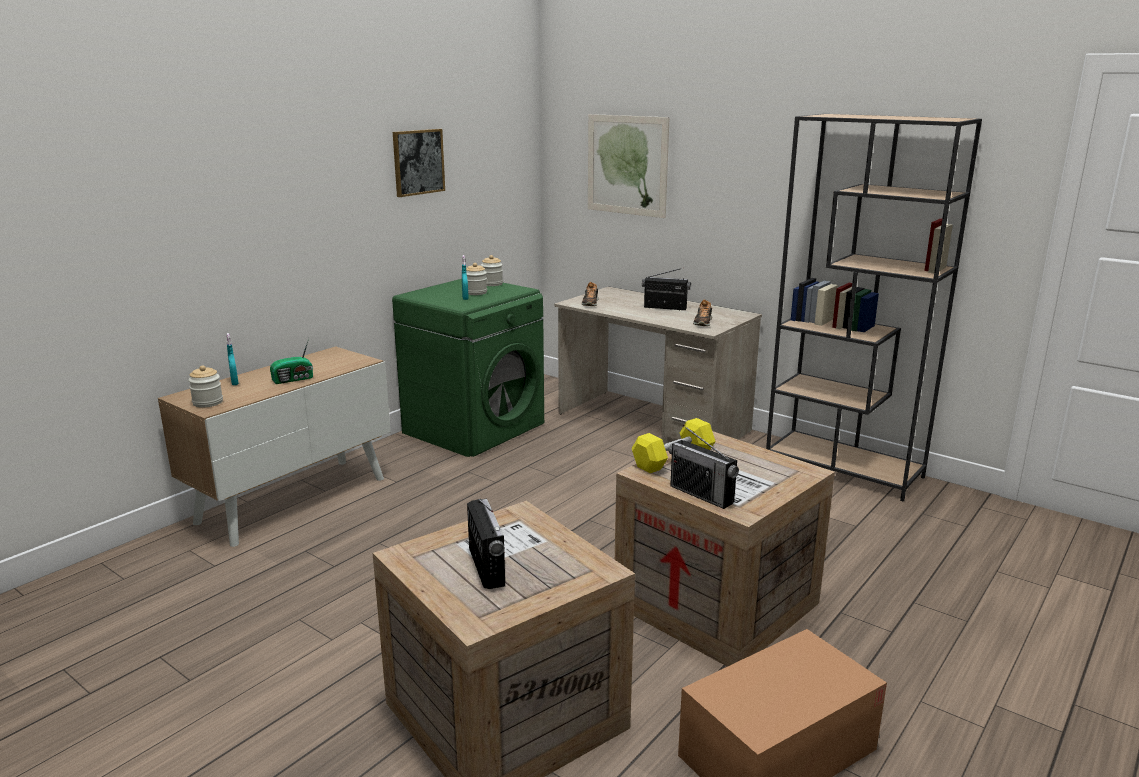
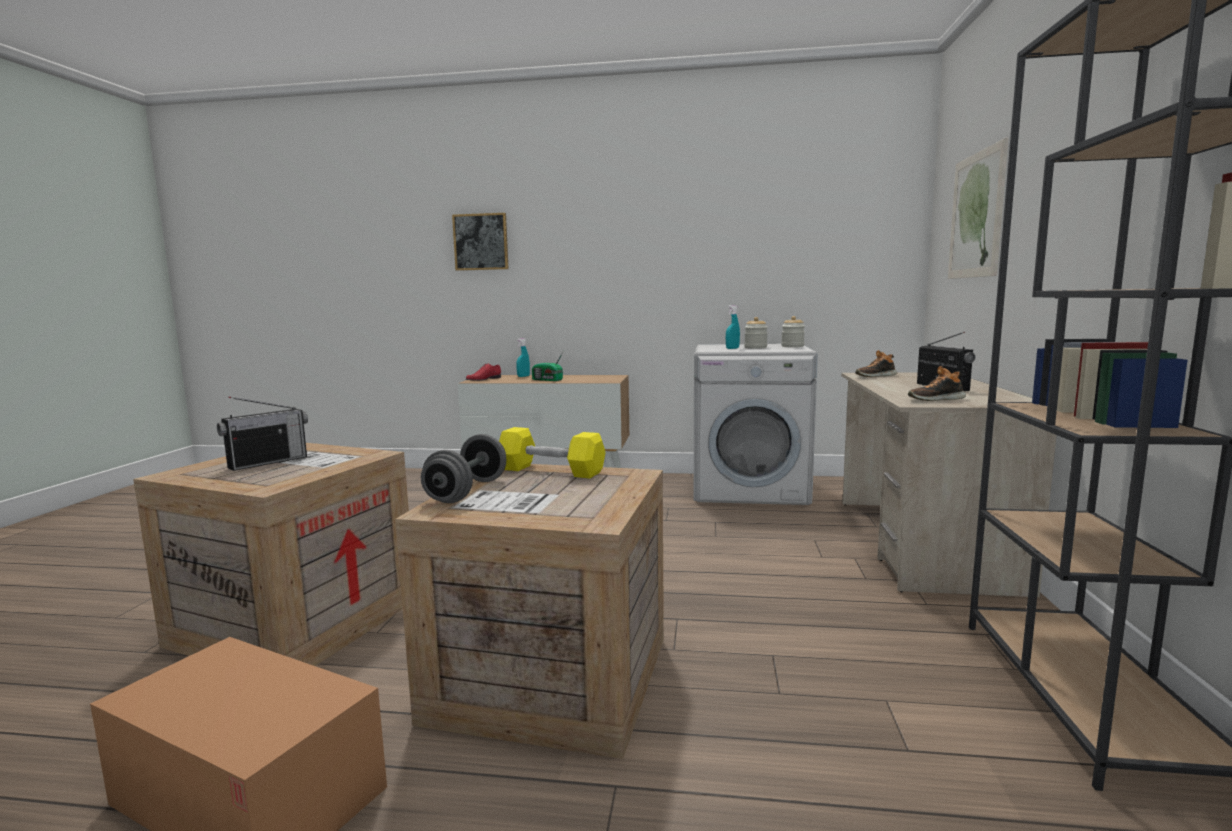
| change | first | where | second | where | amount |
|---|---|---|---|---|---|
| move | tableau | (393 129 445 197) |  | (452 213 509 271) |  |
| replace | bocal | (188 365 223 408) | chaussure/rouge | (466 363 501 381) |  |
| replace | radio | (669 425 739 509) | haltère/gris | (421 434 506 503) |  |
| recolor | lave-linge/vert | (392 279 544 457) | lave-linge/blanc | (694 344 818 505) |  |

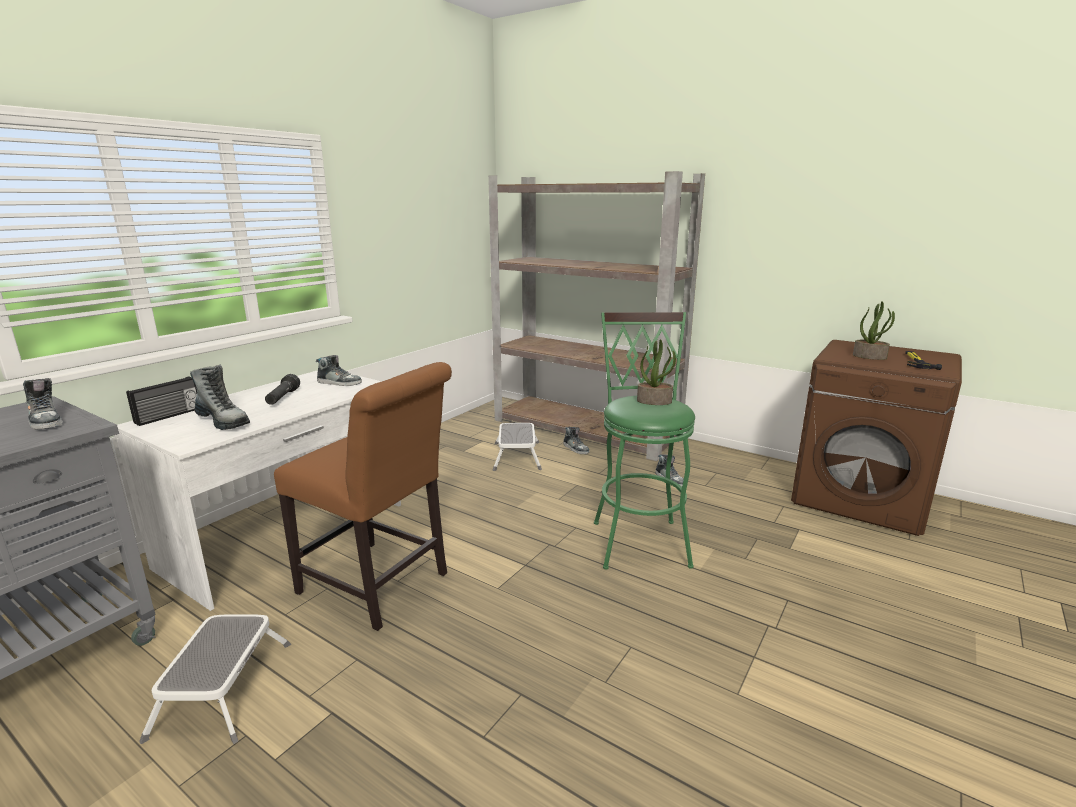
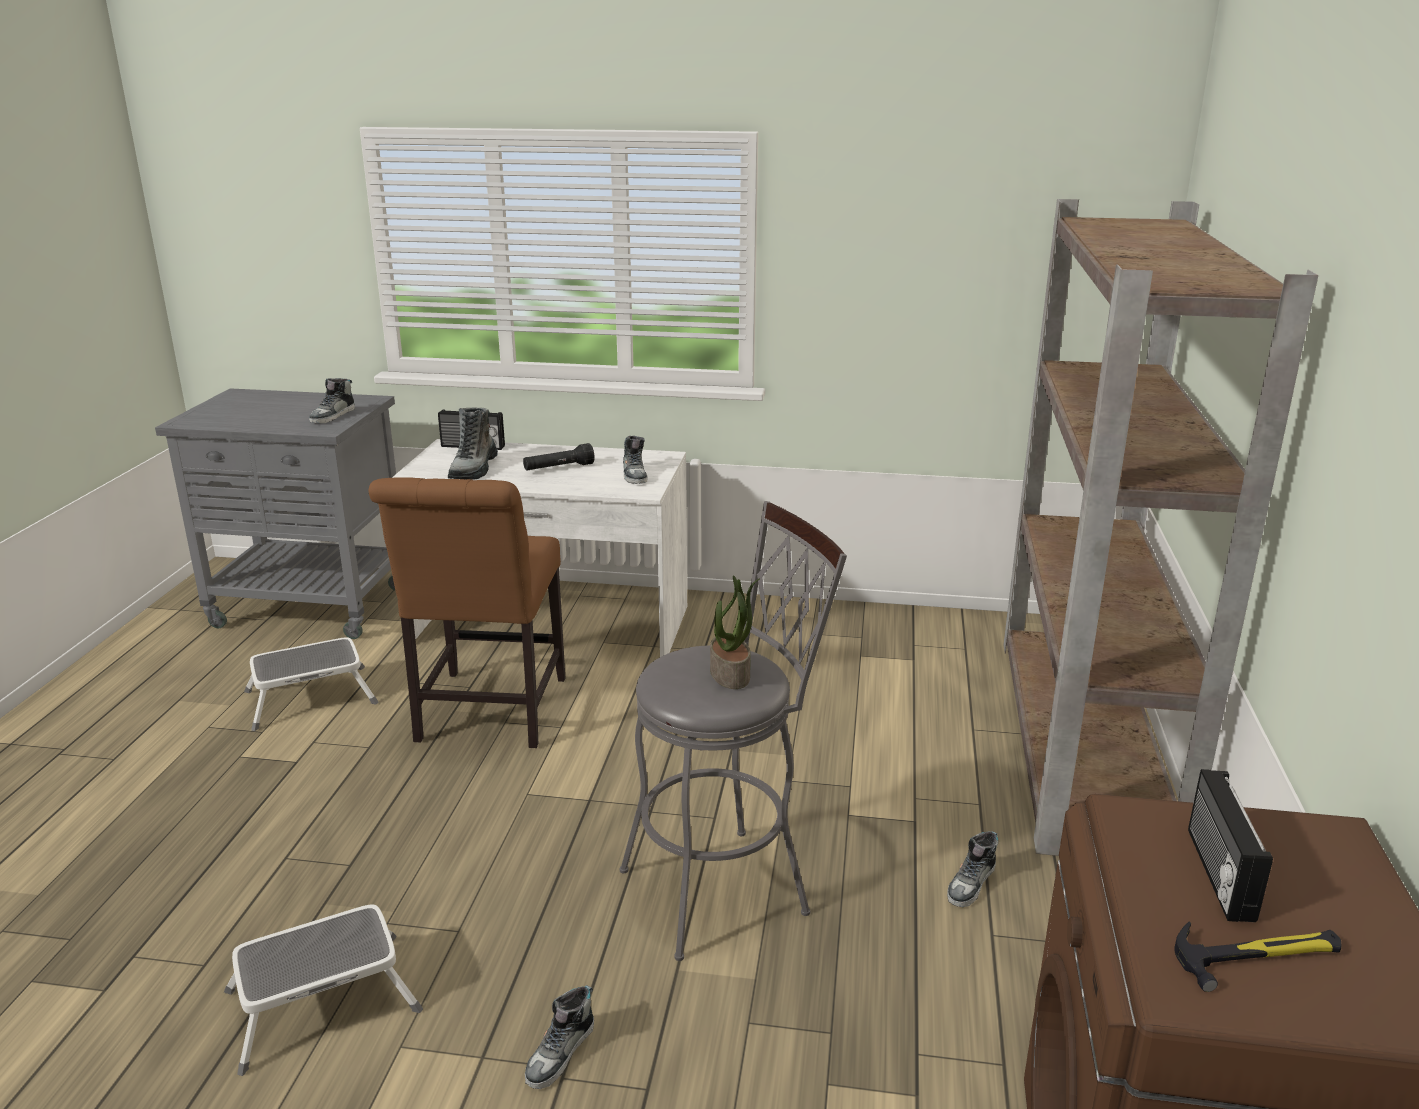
| change | first | where | second | where | amount |
|---|---|---|---|---|---|
| move | escabeau/gris | (493 423 542 471) |  | (224 904 423 1076) |  |
| move | chaussure | (563 427 590 454) |  | (525 985 594 1089) |  |
| replace | plante en pot | (853 301 895 360) | radio | (1188 769 1273 922) |  |
| recolor | tabouret/vert | (594 312 695 569) | tabouret/gris | (620 501 847 961) |  |

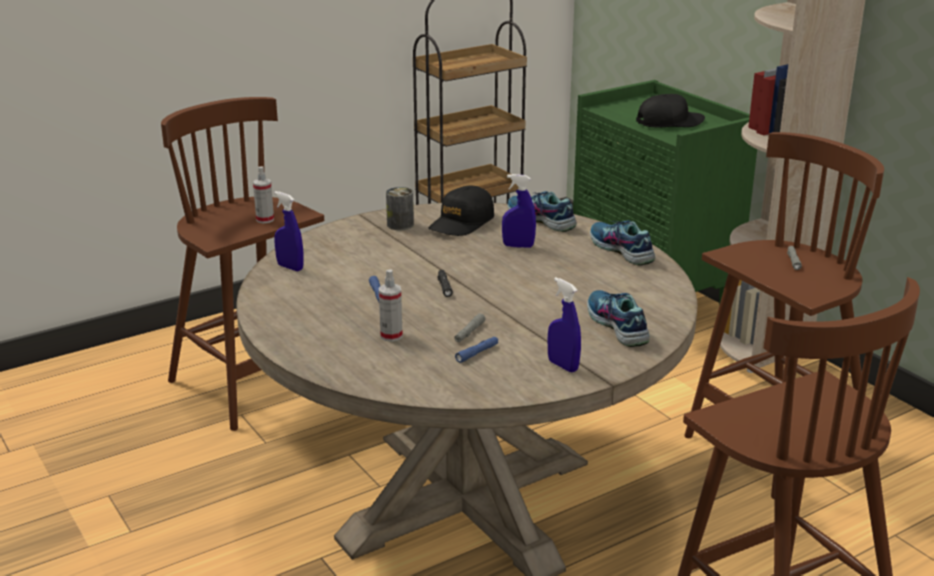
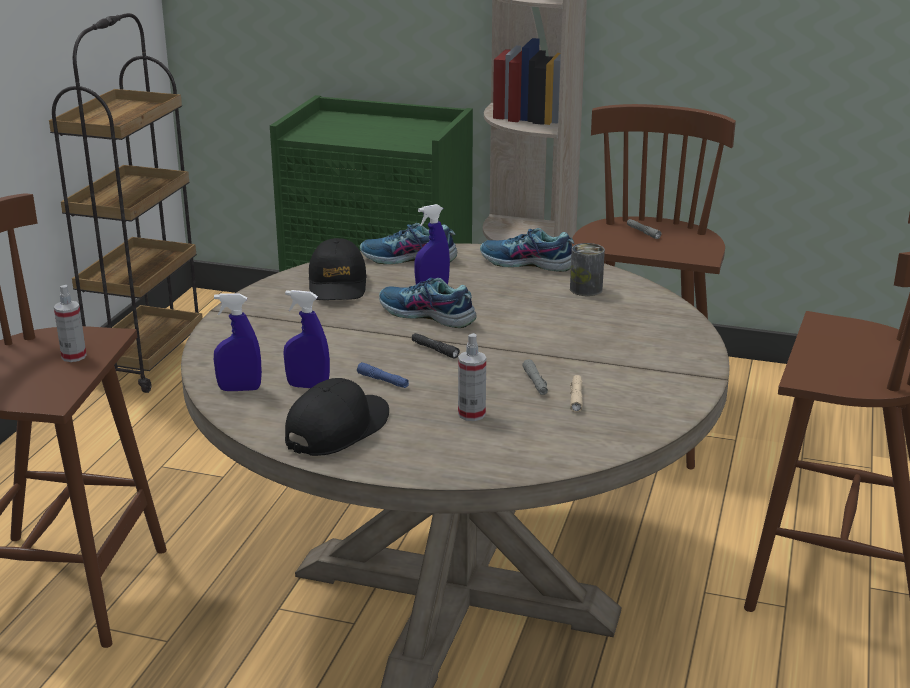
| change | first | where | second | where | amount |
|---|---|---|---|---|---|
| move | boîte métallique | (386 187 414 230) |  | (570 243 605 296) |  |
| move | vaporisateur/bleu | (548 277 581 373) |  | (284 290 330 388) |  |
| move | chaussure | (587 290 650 347) |  | (379 278 477 328) |  |
| move | casquette/noir | (636 94 705 128) |  | (285 378 389 456) |  |
| recolor | lampe de poche/bleu | (455 337 498 363) | lampe de poche/beige | (570 375 583 413) |  |

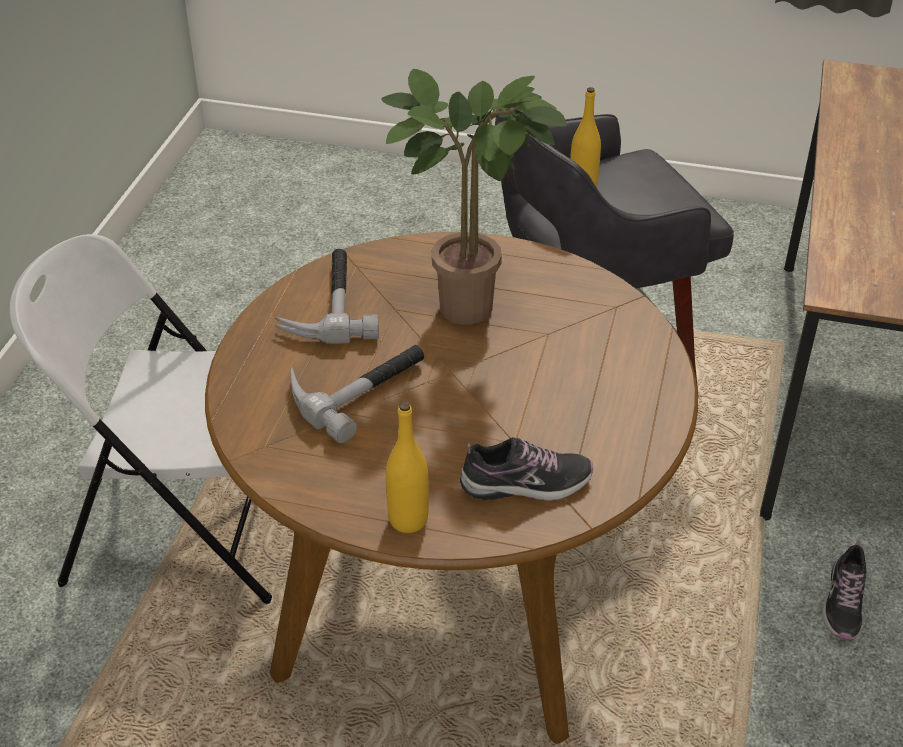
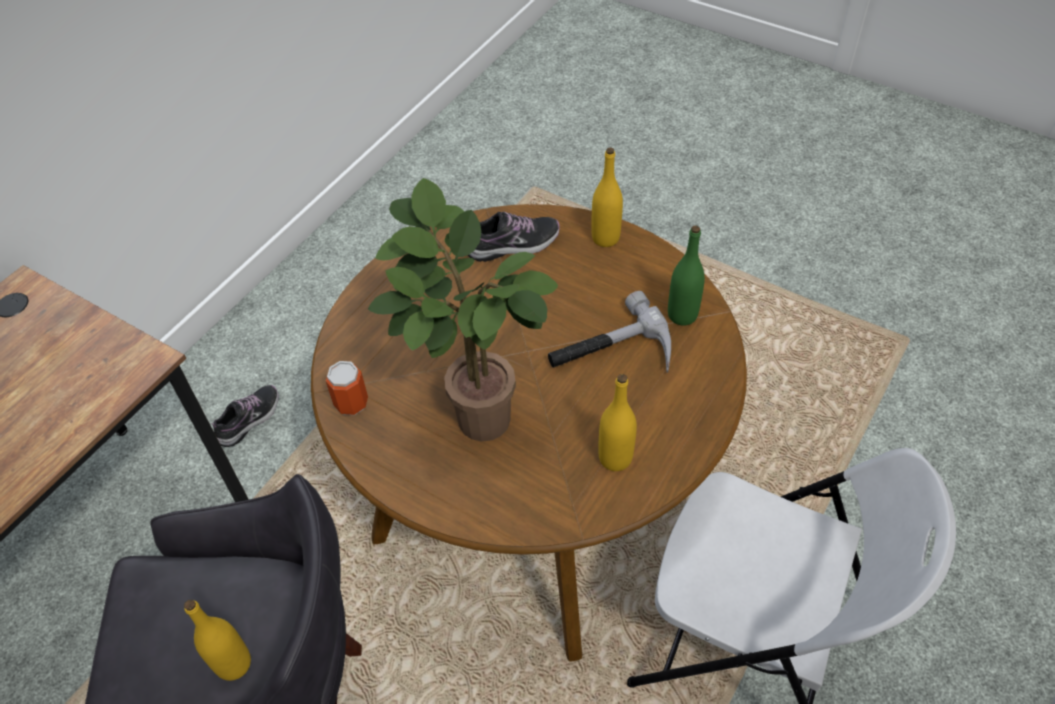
| change | first | where | second | where | amount |
|---|---|---|---|---|---|
| insert |  |  | boîte métallique | (326 361 368 415) |  |
| insert |  |  | bouteille/vert | (668 226 705 326) |  |
| replace | marteau | (275 249 379 344) | bouteille/jaune | (598 374 637 471) |  |
| rotate | chaussure | (460 437 593 501) |  | (468 212 560 262) | 150 degrees clockwise |

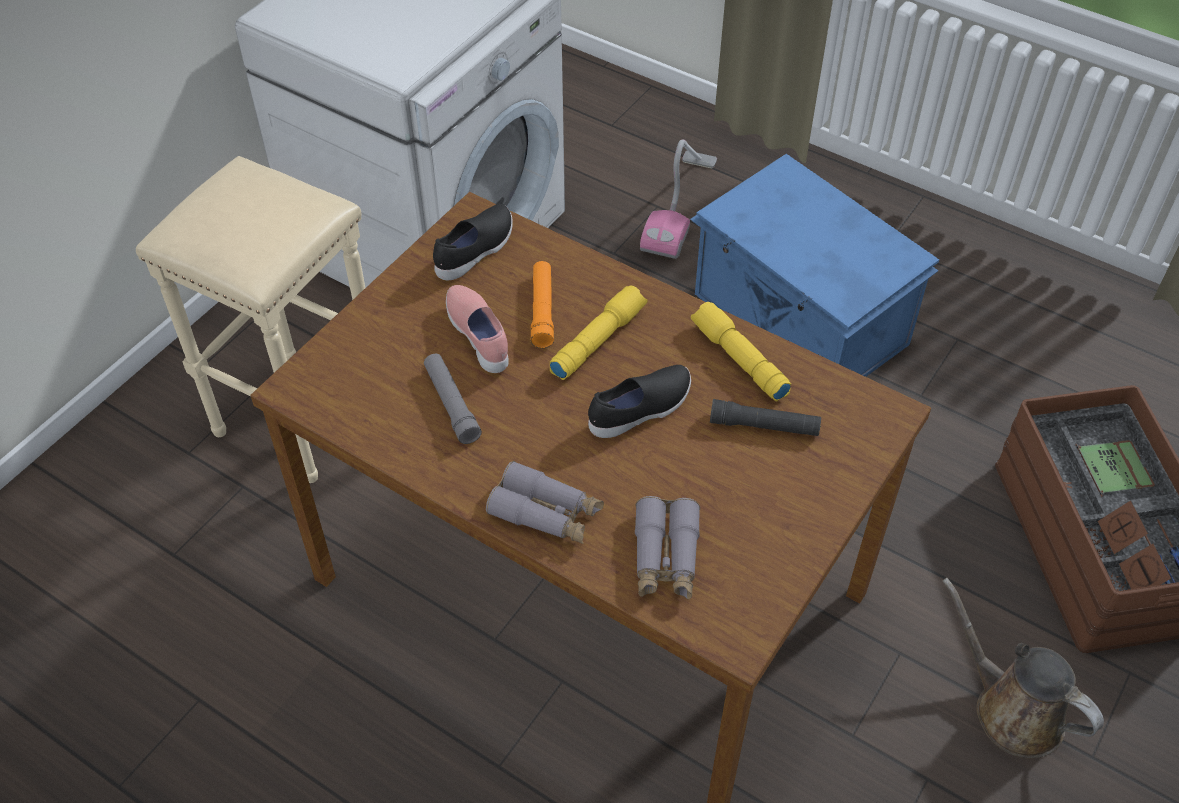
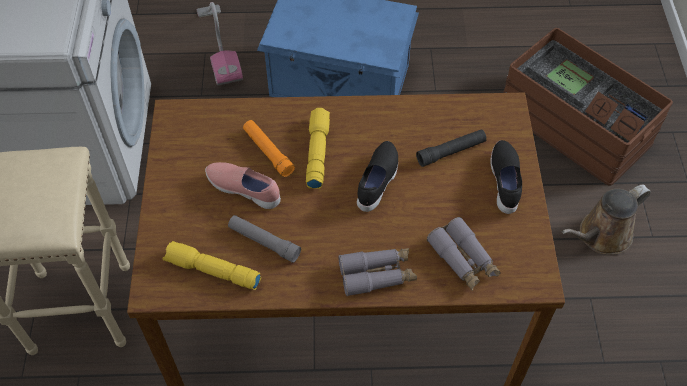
| change | first | where | second | where | amount |
|---|---|---|---|---|---|
| move | chaussure/noir | (433 204 513 280) |  | (491 140 522 214) |  |
| move | lampe de poche/jaune | (691 302 791 401) |  | (162 241 261 290) |  |
| rotate | arrosoir/marron | (942 577 1104 758) |  | (561 184 651 254) | 45 degrees counterclockwise |

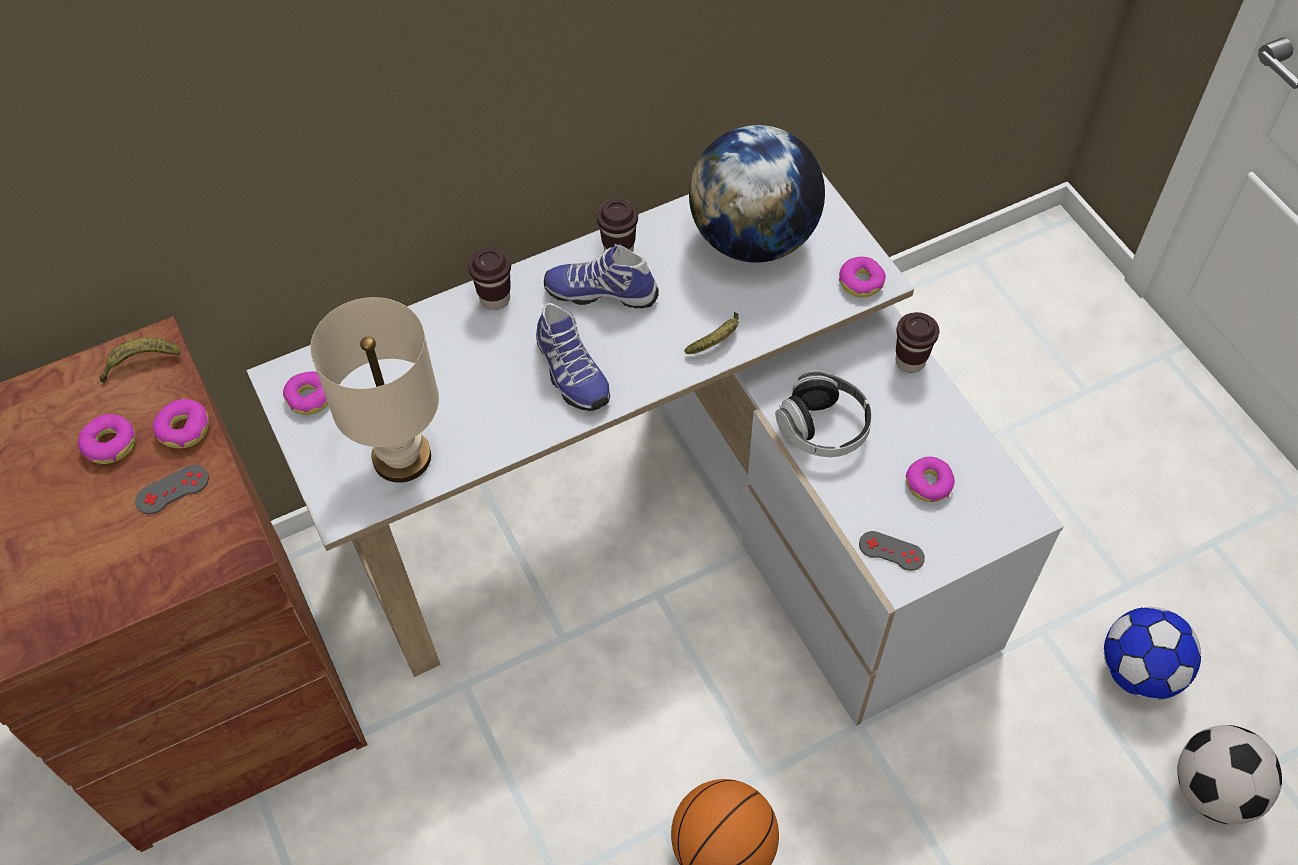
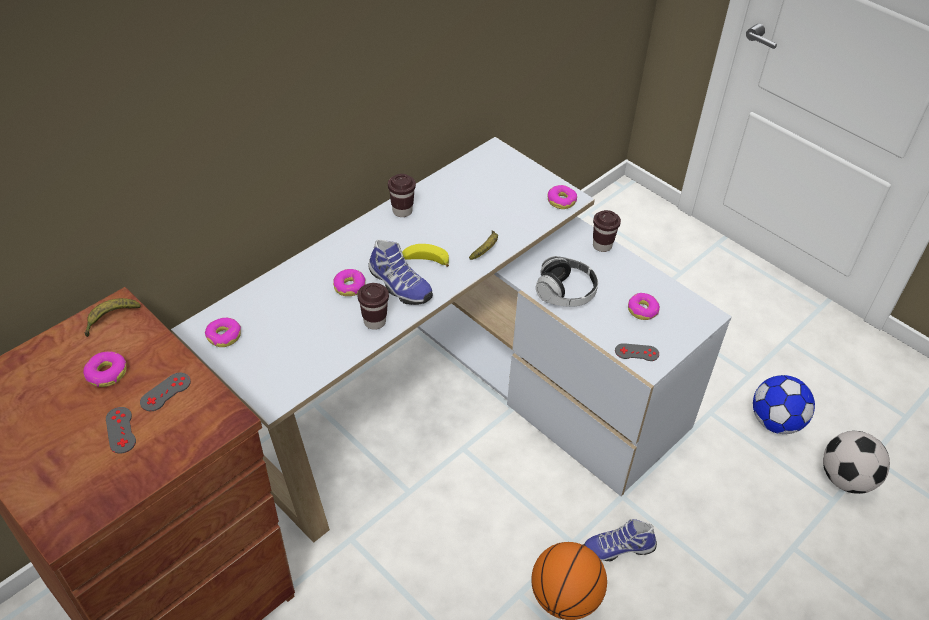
| change | first | where | second | where | amount |
|---|---|---|---|---|---|
| delete | lampe de table/beige | (310 297 439 483) |  |  |  |
| delete | globe | (689 125 825 263) |  |  |  |
| insert |  |  | manette/gris | (106 407 136 454) |  |
| insert |  |  | banane | (402 244 449 267) |  |
| move | beignet | (153 399 209 448) |  | (333 269 366 296) |  |
| move | tasse/marron | (468 247 511 310) |  | (357 283 389 330) |  |
| move | chaussure | (544 244 659 309) |  | (583 519 657 561) |  |

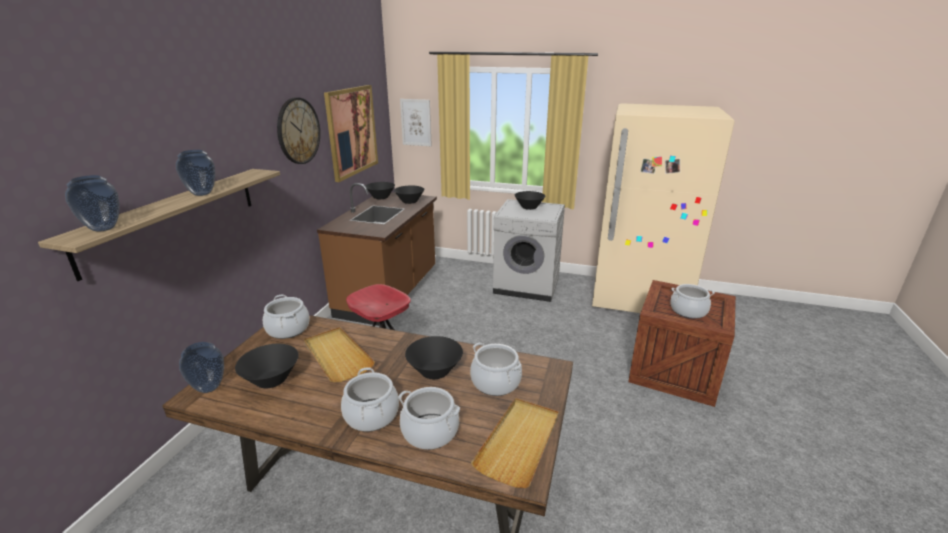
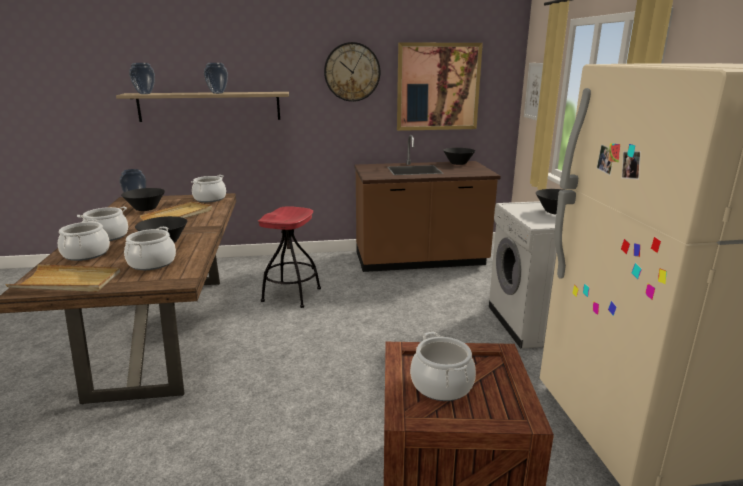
| change | first | where | second | where | amount |
|---|---|---|---|---|---|
| delete | bol/noir | (394 186 424 204) |  |  |  |

